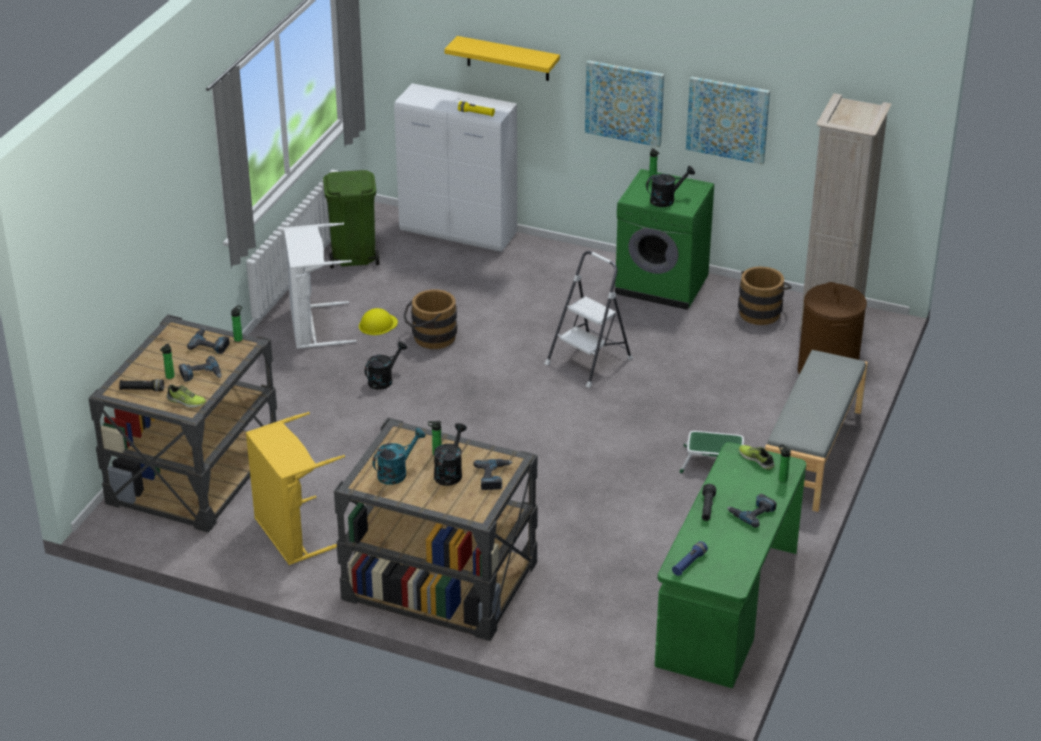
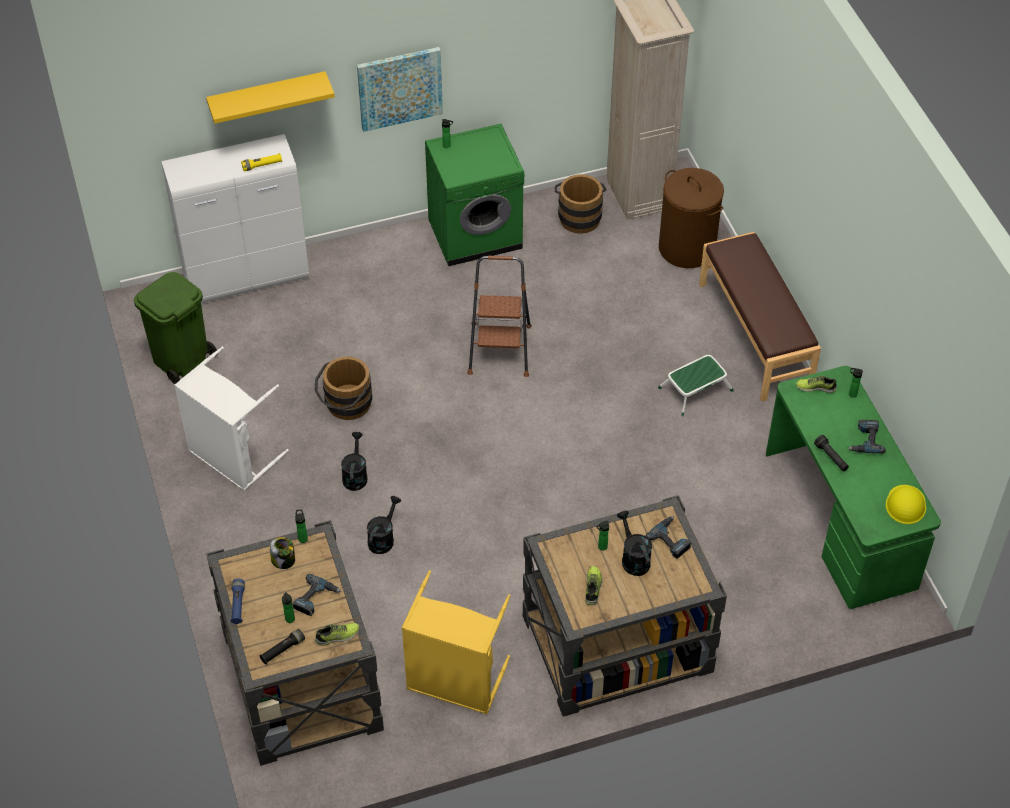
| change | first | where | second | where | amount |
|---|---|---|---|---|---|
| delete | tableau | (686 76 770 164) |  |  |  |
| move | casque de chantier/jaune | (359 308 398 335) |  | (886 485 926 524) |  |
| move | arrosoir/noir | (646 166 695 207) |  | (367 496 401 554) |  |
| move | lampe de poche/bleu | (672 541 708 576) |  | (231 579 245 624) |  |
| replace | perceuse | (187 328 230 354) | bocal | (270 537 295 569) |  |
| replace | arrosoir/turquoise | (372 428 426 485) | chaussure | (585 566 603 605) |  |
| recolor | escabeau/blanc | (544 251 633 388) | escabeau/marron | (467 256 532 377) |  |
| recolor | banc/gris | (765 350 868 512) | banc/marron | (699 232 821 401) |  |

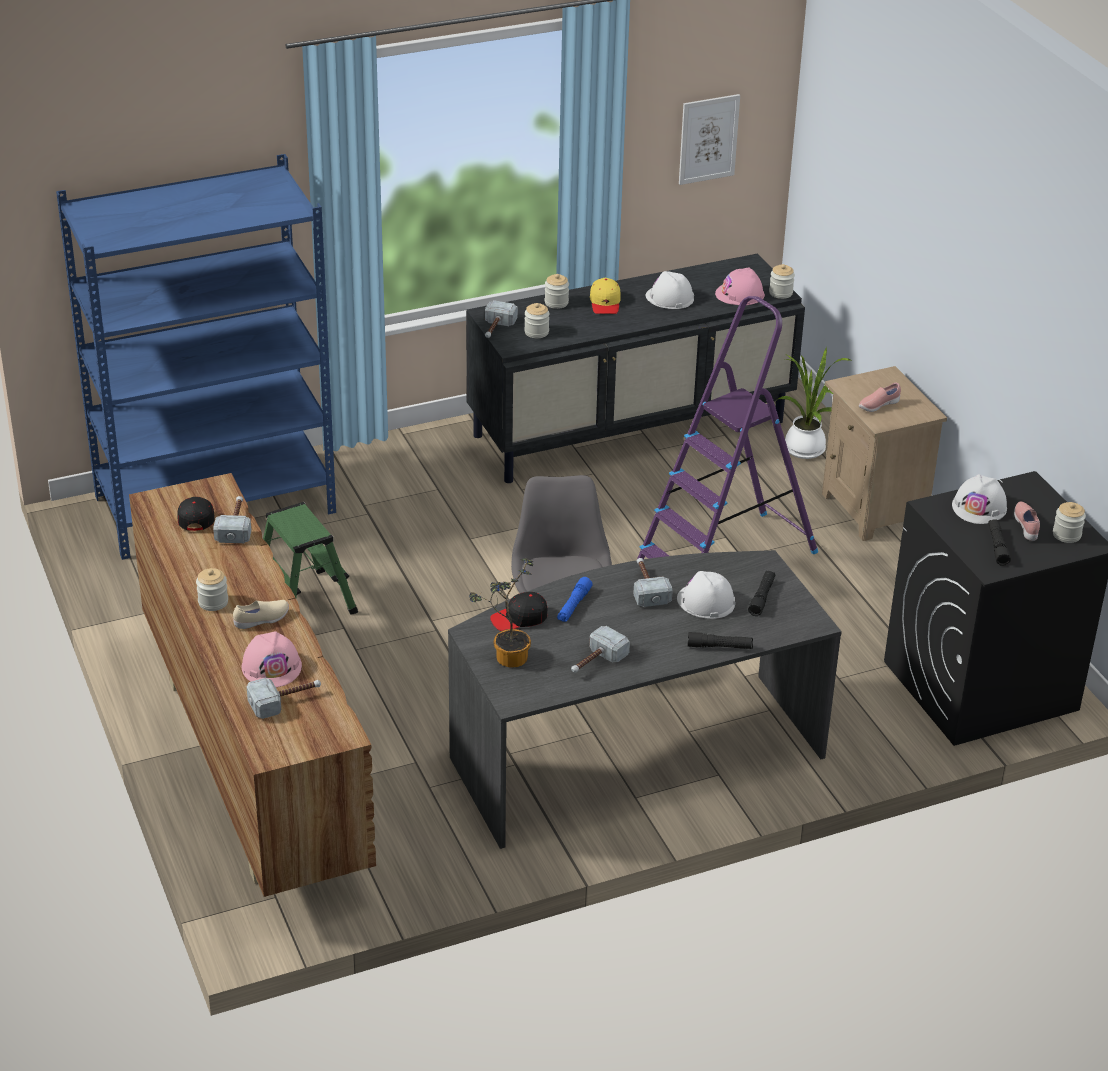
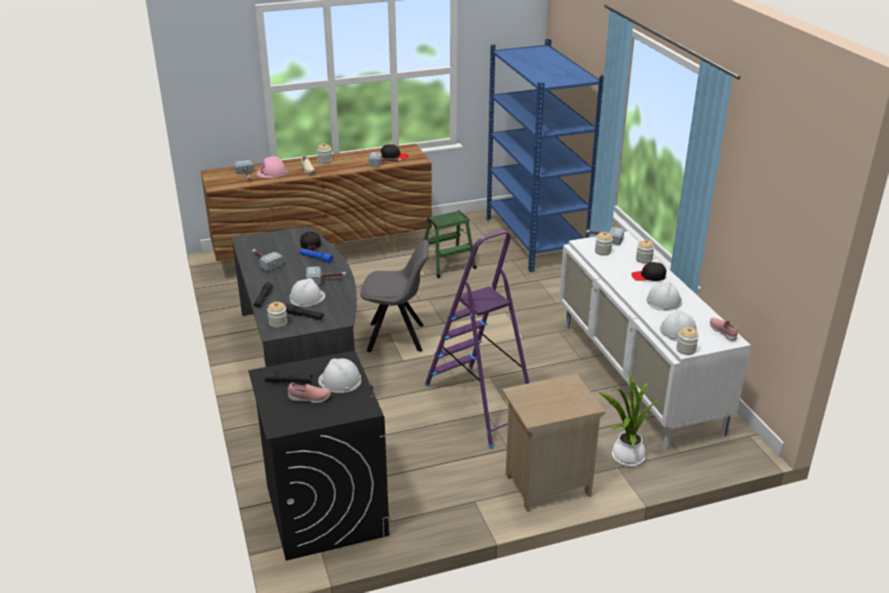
| change | first | where | second | where | amount |
|---|---|---|---|---|---|
| delete | plante en pot | (469 558 533 668) |  |  |  |
| delete | tableau | (679 94 740 185) |  |  |  |
| move | chaussure/rose | (859 383 901 412) |  | (710 318 738 341) |  |
| move | bocal | (1053 502 1086 543) |  | (267 302 287 328) |  |
| recolor | meuble de rangement/noir | (466 254 805 483) | meuble de rangement/blanc | (559 231 751 450) |  |
| recolor | casquette/jaune | (590 278 621 314) | casquette/noir | (631 262 666 281) |  |
| recolor | casque de chantier/rose | (715 267 765 305) | casque de chantier/blanc | (660 310 697 342) |  |

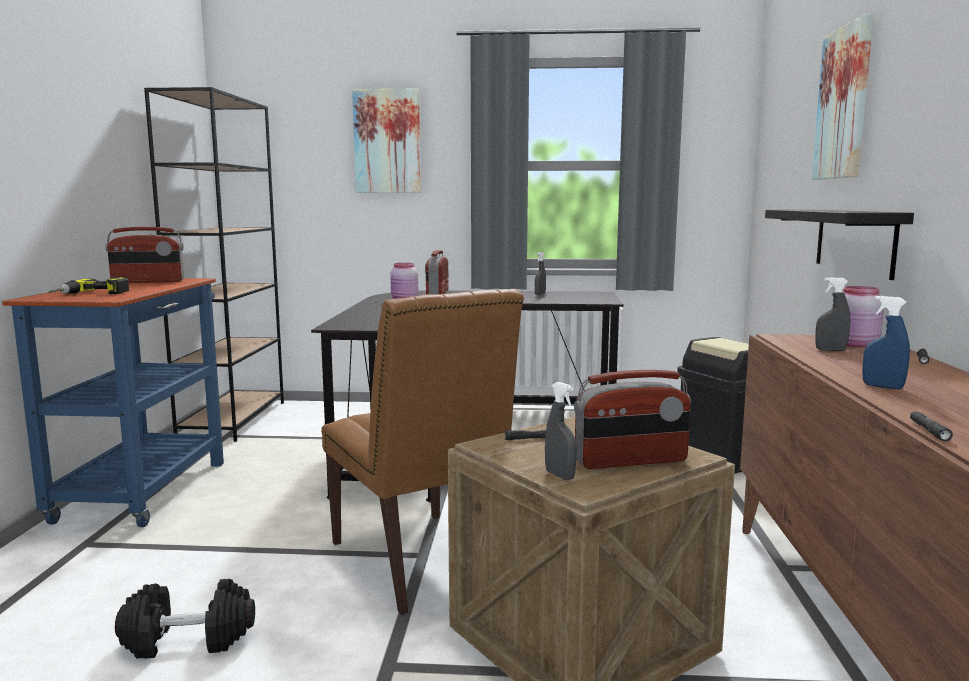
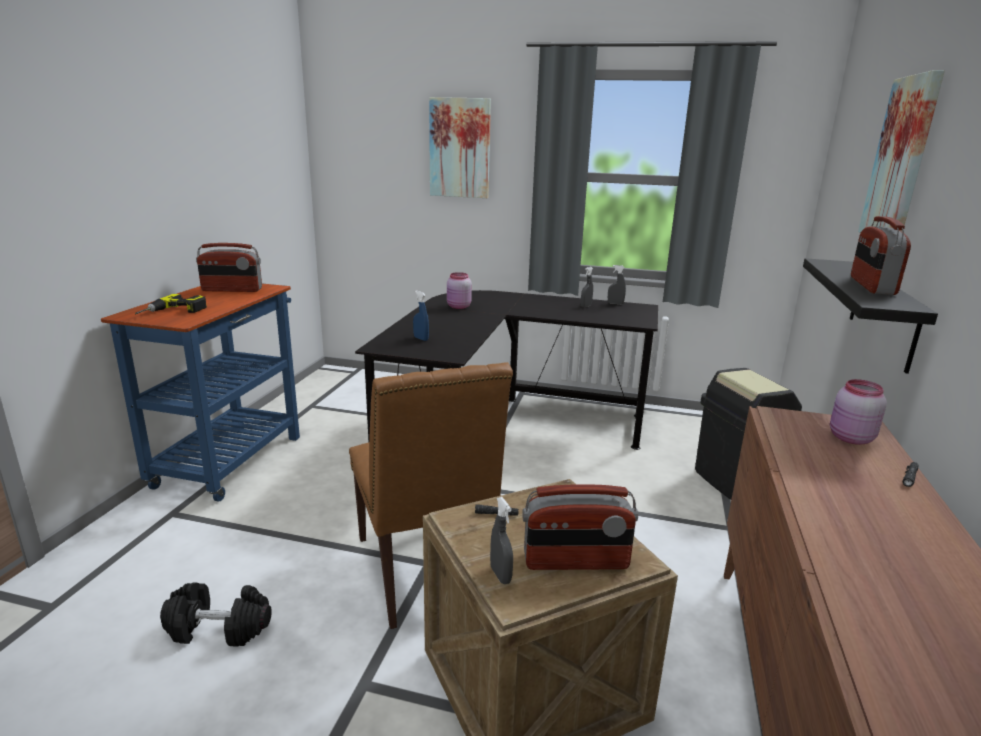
| change | first | where | second | where | amount |
|---|---|---|---|---|---|
| delete | bibliothèque/beige | (144 87 284 442) |  |  |  |
| delete | lampe de poche/noir | (910 412 953 441) |  |  |  |
| move | radio | (425 250 449 295) |  | (851 216 911 295) |  |
| move | vaporisateur/gris | (815 277 850 351) |  | (608 265 626 305) |  |
| move | vaporisateur/bleu | (862 296 910 389) |  | (413 291 429 341) |  |

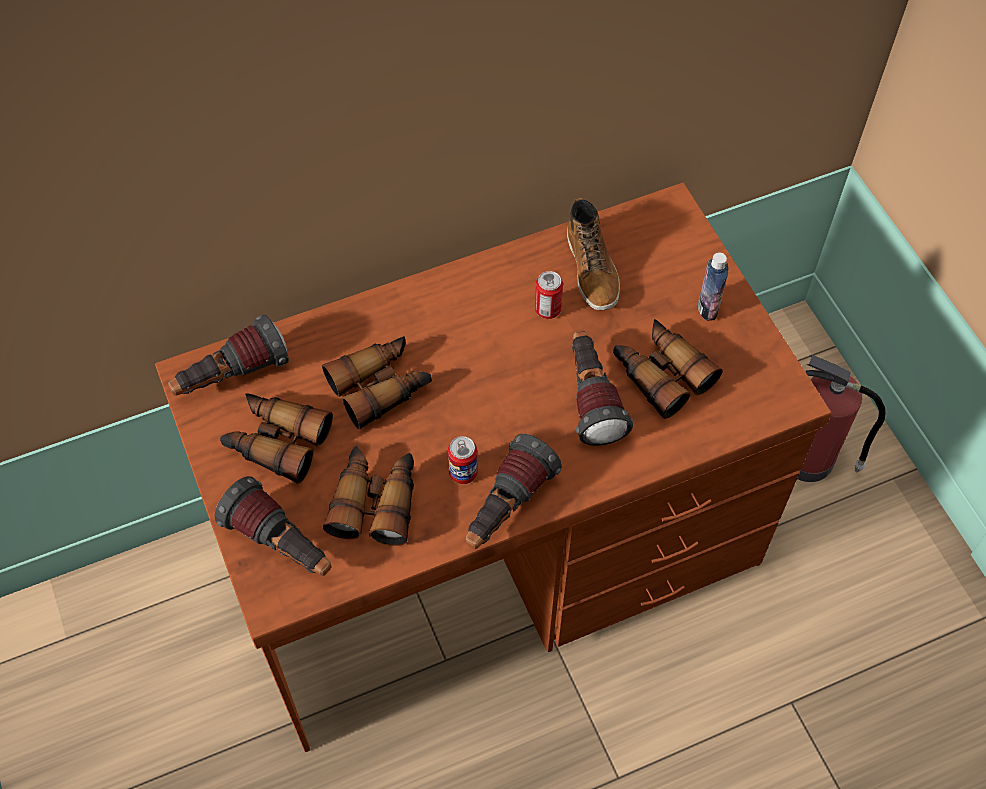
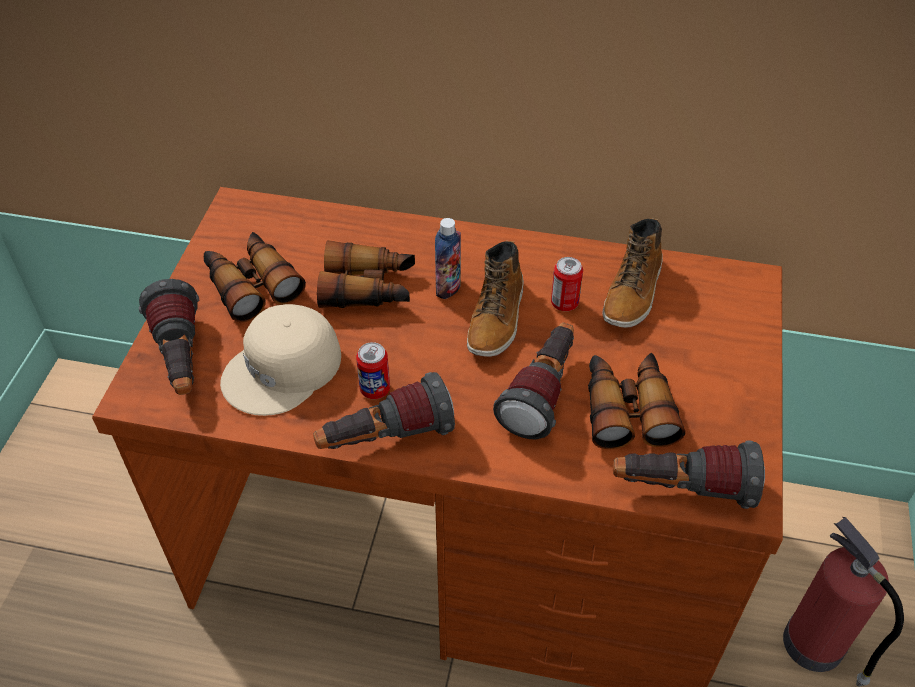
| change | first | where | second | where | amount |
|---|---|---|---|---|---|
| insert |  |  | botte | (467 241 524 357) |  |
| move | lampe de poche | (168 315 289 396) |  | (613 440 765 509) |  |
| move | bouteille | (698 252 729 321) |  | (435 218 461 299) |  |
| replace | jumelles | (323 446 414 546) | casquette/beige | (220 304 341 416) |  |

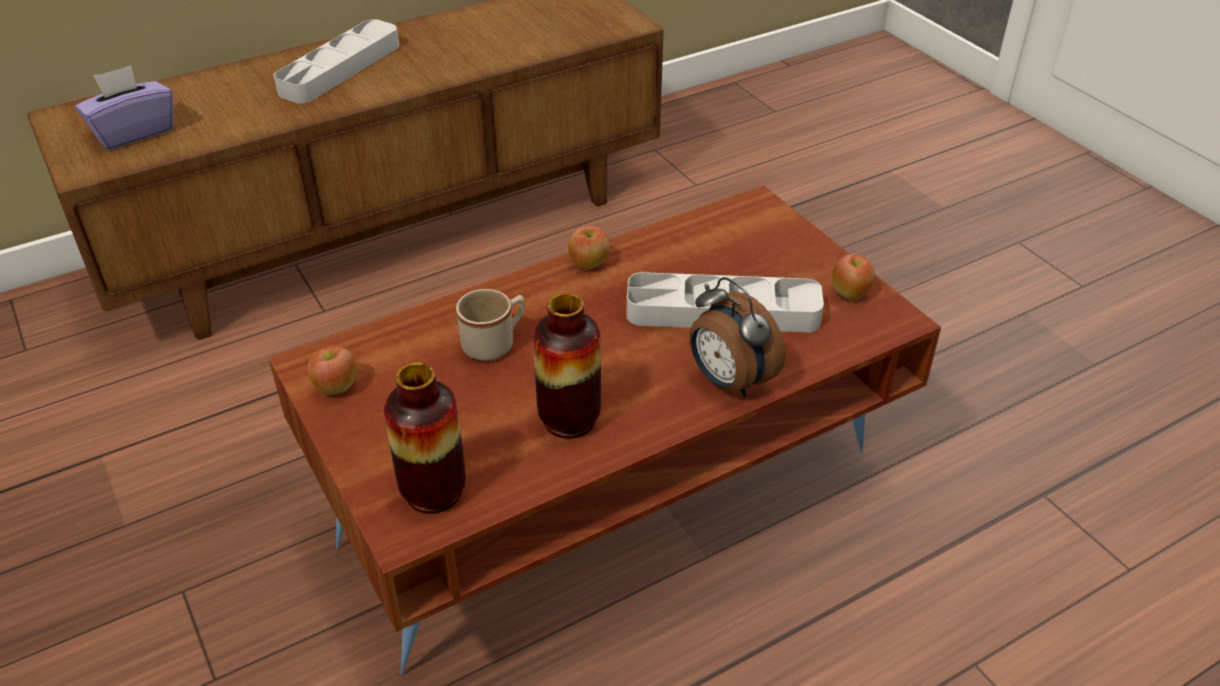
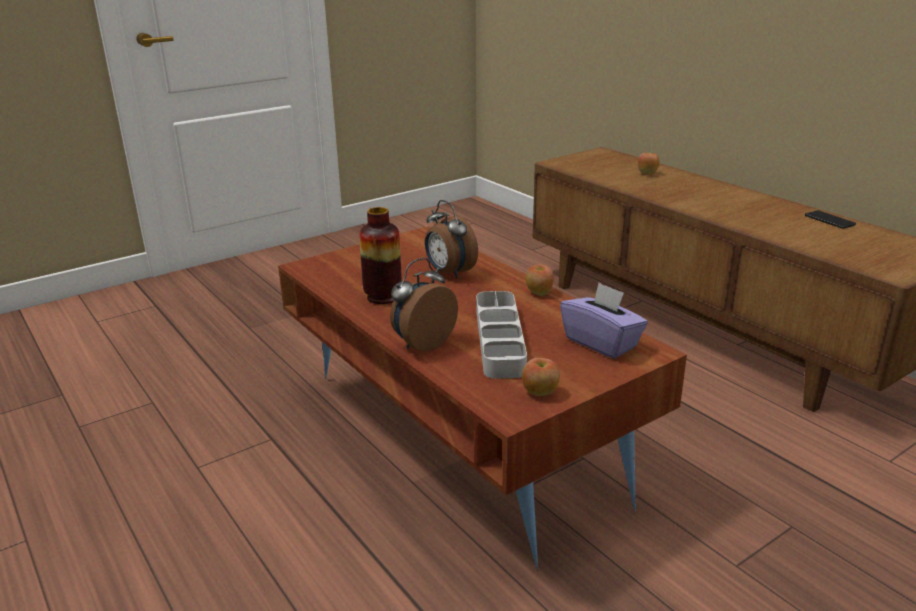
| change | first | where | second | where | amount |
|---|---|---|---|---|---|
| delete | plateau/gris | (274 19 399 104) |  |  |  |
| delete | vase | (384 363 466 514) |  |  |  |
| insert |  |  | téléphone | (805 210 856 229) |  |
| move | boîte à mouchoirs/violet | (75 65 173 150) |  | (560 282 648 359) |  |
| move | pomme | (308 345 356 395) |  | (638 153 659 174) |  |
| replace | mug/beige | (456 289 525 361) | réveil | (425 200 478 278) |  |

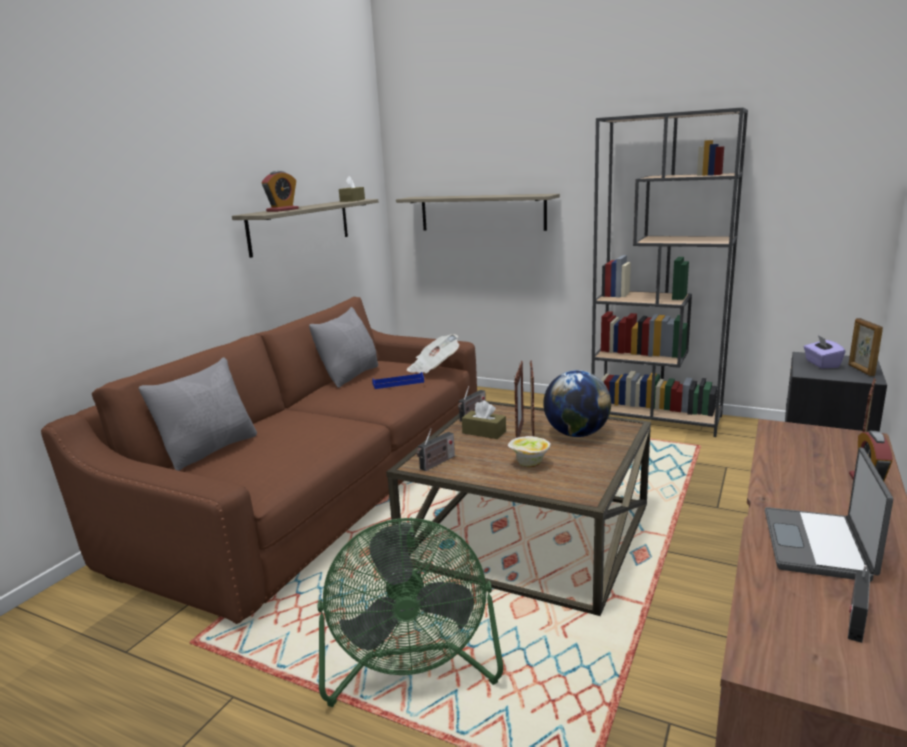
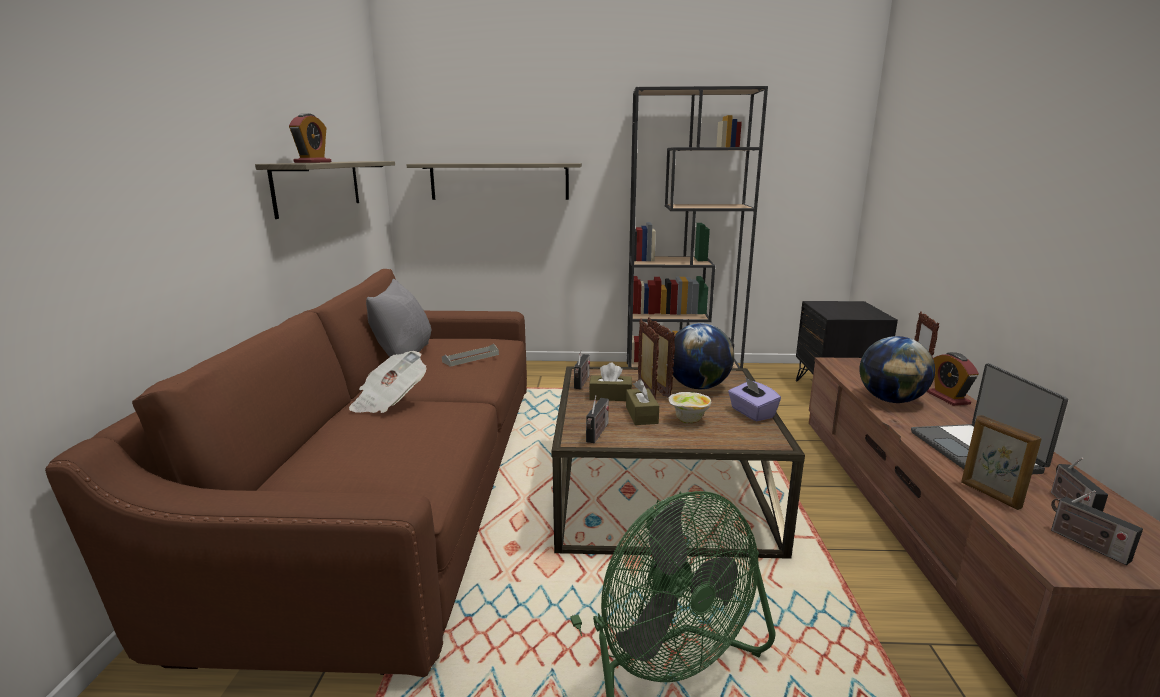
| change | first | where | second | where | amount |
|---|---|---|---|---|---|
| delete | coussin/gris | (138 357 257 471) |  |  |  |
| insert |  |  | globe | (859 336 935 403) |  |
| insert |  |  | radio | (1051 490 1143 565) |  |
| move | boîte à mouchoirs/marron | (339 176 365 202) |  | (626 379 659 425) |  |
| move | journal | (407 334 460 373) |  | (349 351 427 413) |  |
| move | boîte à mouchoirs/violet | (804 335 845 368) |  | (728 377 781 421) |  |
| move | cadre photo | (848 318 883 376) |  | (961 415 1042 510) |  |
| recolor | plateau/bleu | (372 372 424 389) | plateau/gris | (442 344 499 367) |  |

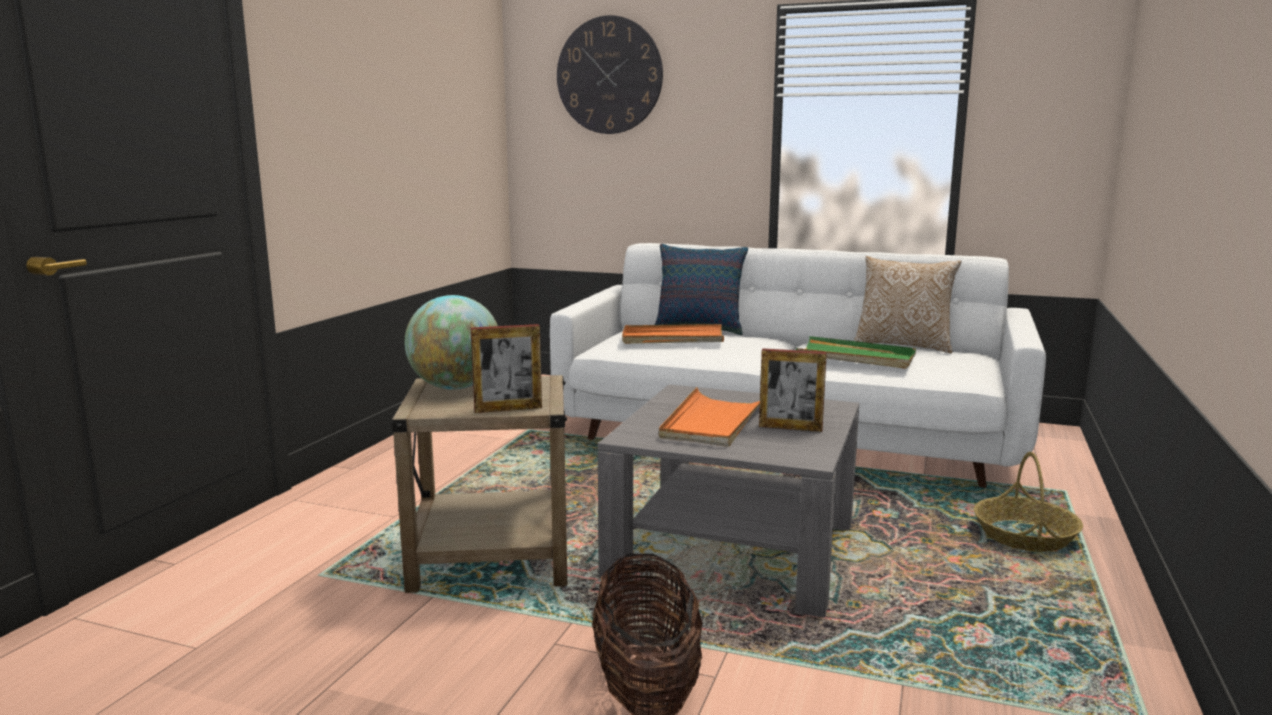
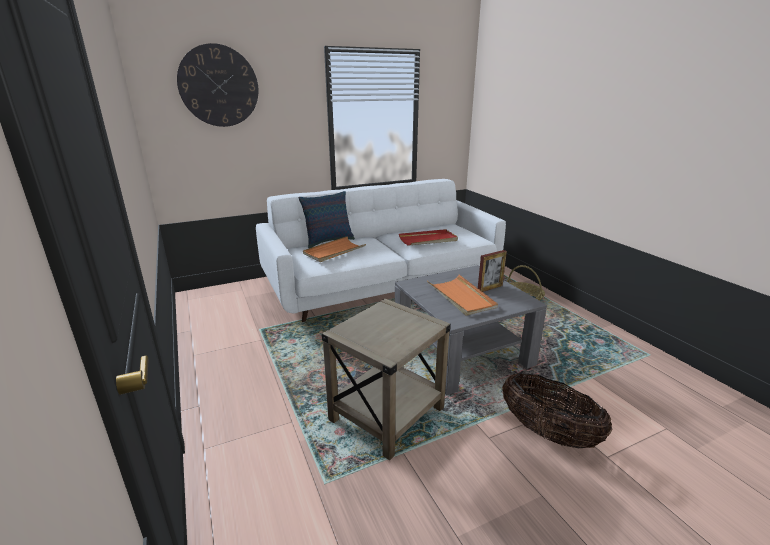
| change | first | where | second | where | amount |
|---|---|---|---|---|---|
| delete | globe | (404 295 498 390) |  |  |  |
| delete | cadre photo | (471 324 542 413) |  |  |  |
| delete | coussin | (854 256 962 353) |  |  |  |
| recolor | plateau/vert | (796 336 916 369) | plateau/rouge | (399 229 458 246) |  |

